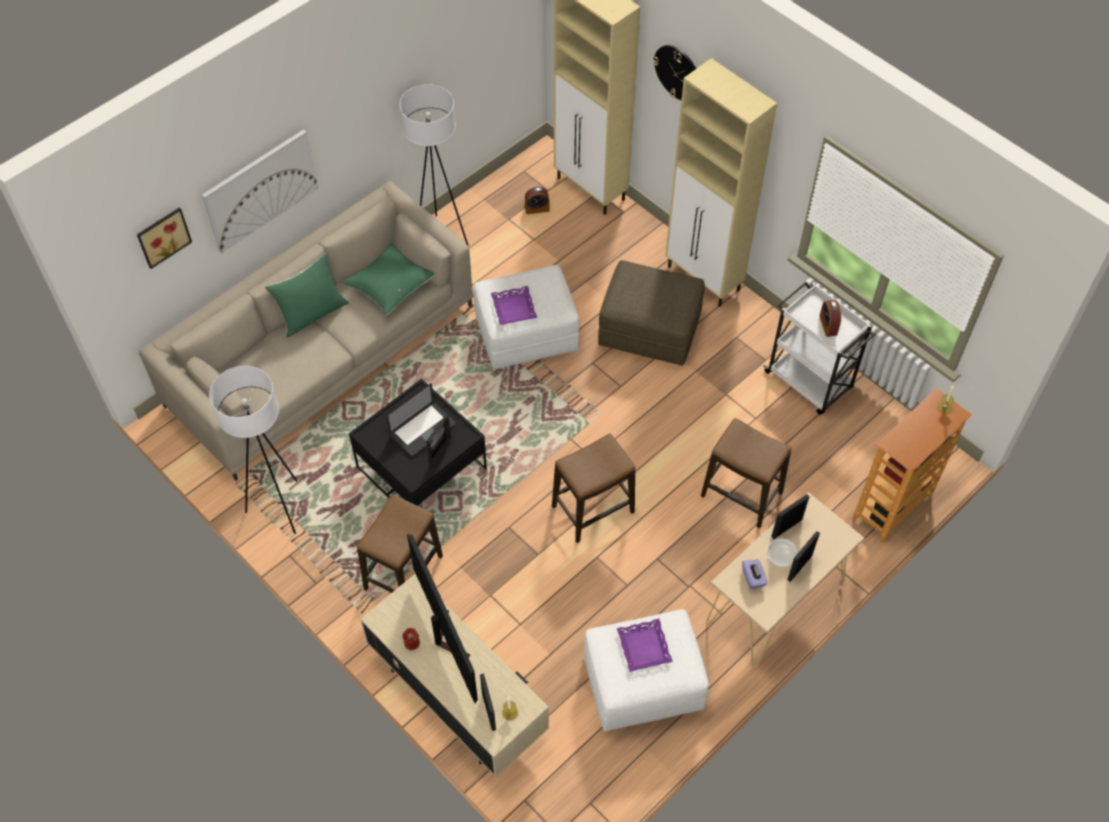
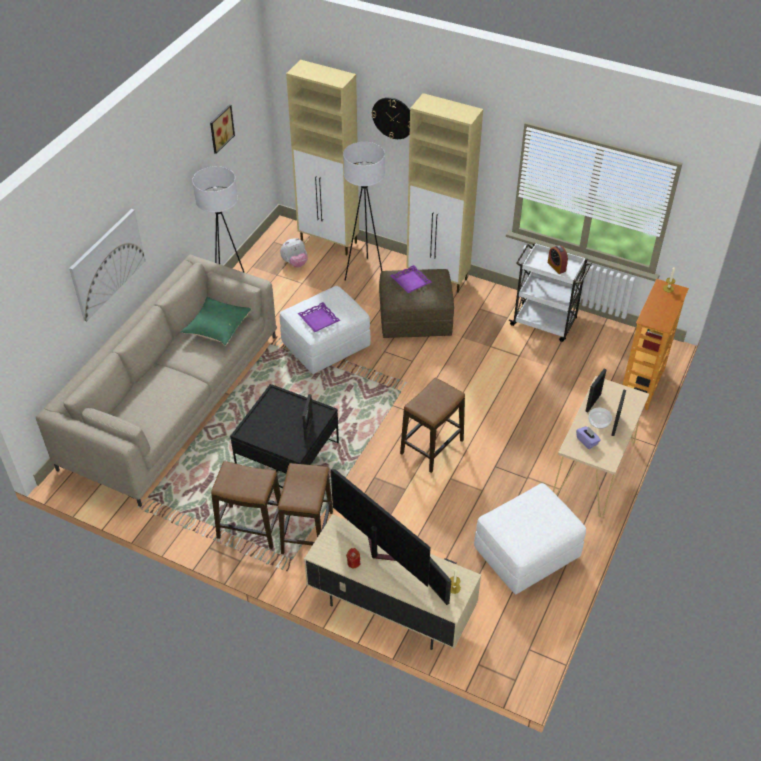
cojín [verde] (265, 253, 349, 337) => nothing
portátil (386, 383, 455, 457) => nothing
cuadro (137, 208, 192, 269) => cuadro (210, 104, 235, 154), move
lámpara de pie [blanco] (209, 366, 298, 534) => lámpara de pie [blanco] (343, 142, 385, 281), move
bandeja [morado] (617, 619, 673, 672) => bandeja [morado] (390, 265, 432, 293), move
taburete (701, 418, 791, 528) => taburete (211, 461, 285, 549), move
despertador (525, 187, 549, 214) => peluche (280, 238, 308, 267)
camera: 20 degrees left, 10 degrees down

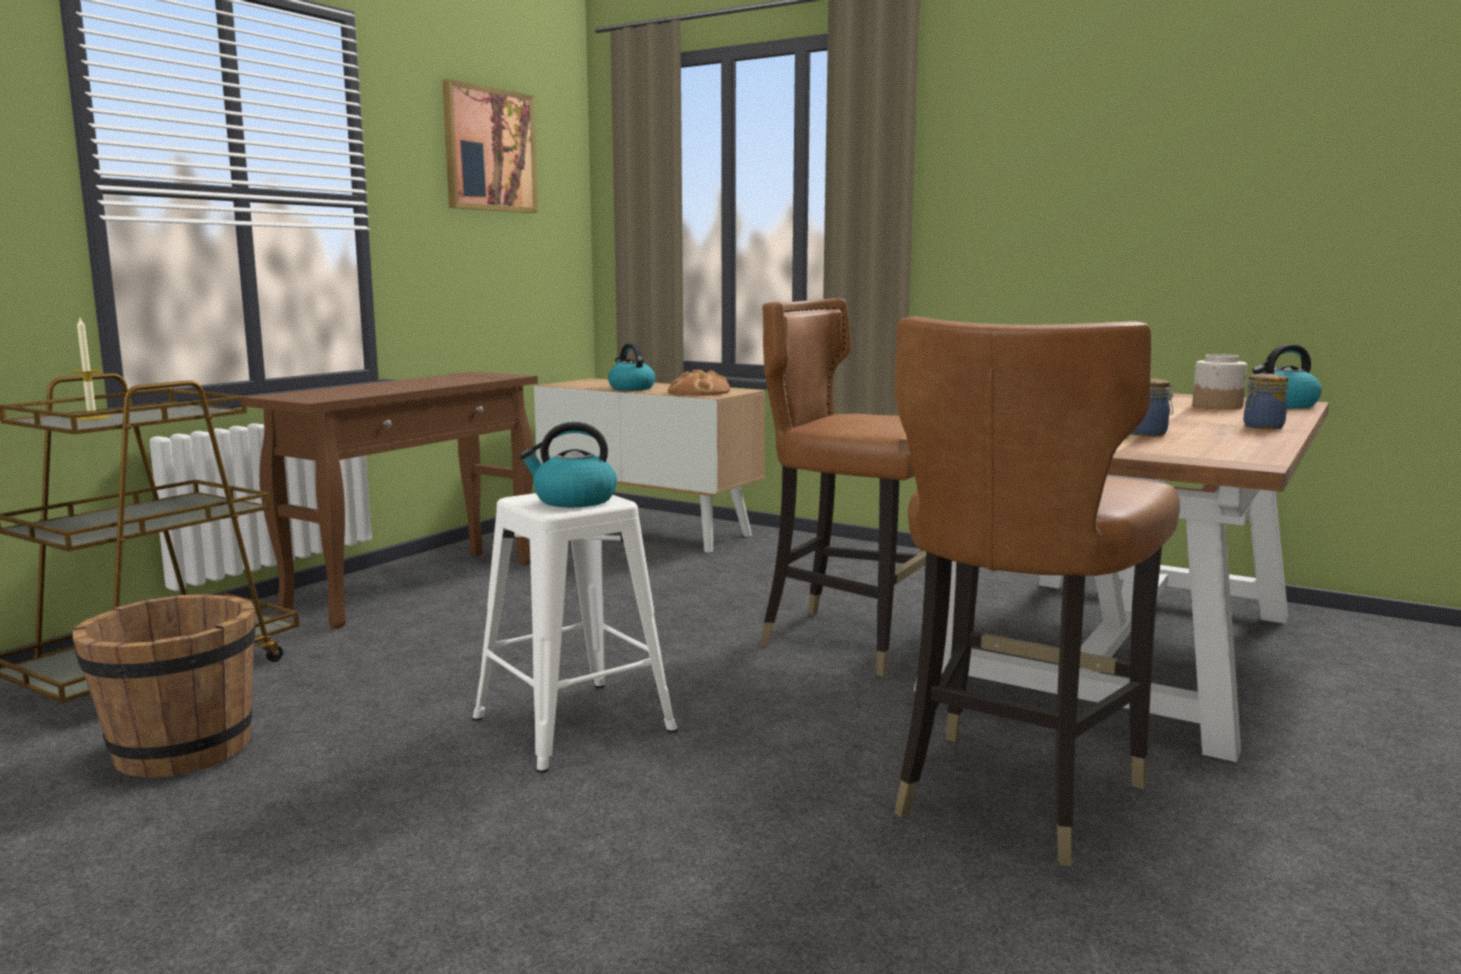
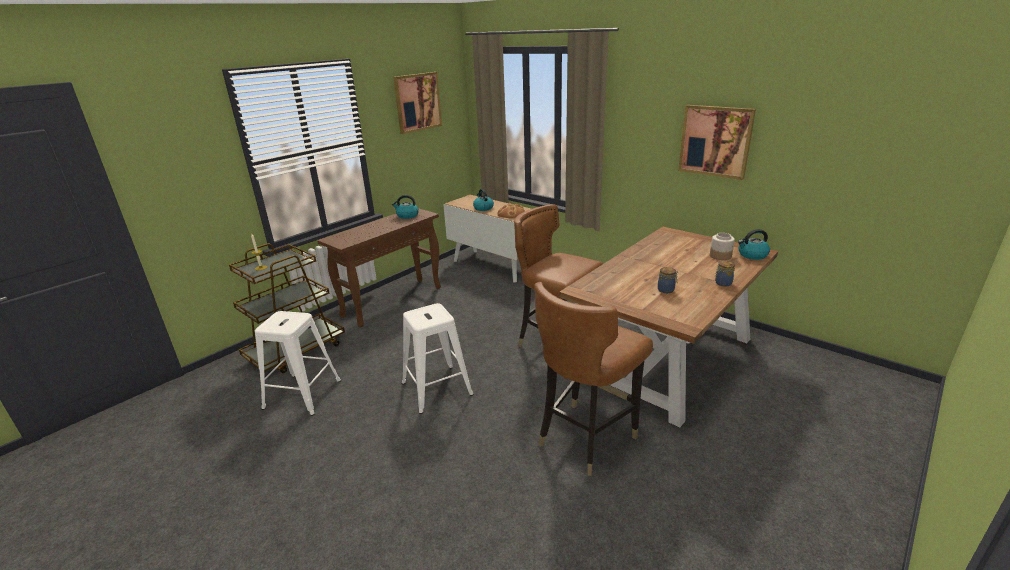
nothing => cuadro (678, 105, 756, 180)
hervidor (520, 422, 617, 507) => hervidor (392, 195, 419, 219), move
cubo [marrón] (73, 594, 256, 778) => taburete [blanco] (255, 311, 341, 416)
camera: 10 degrees right, 15 degrees up

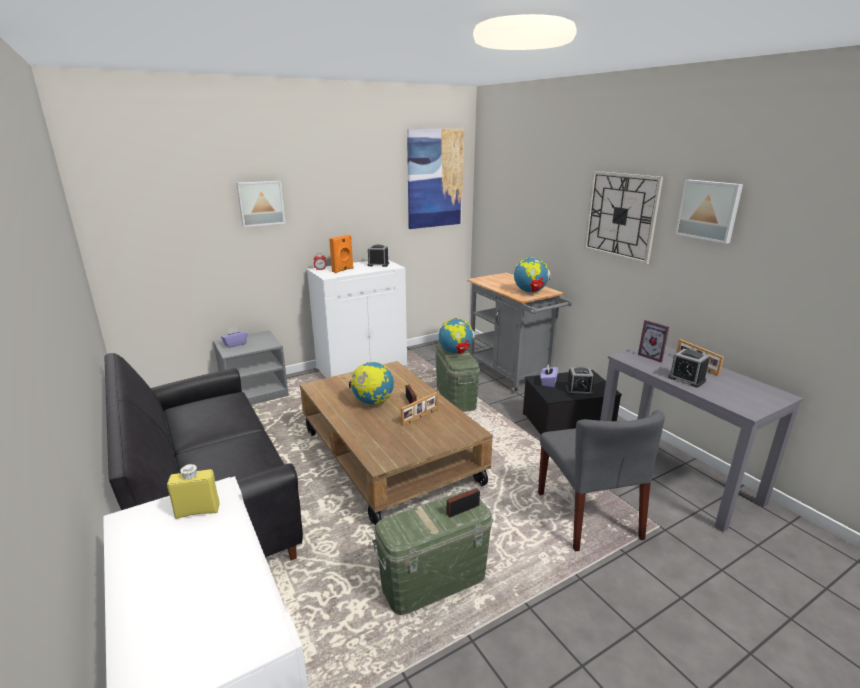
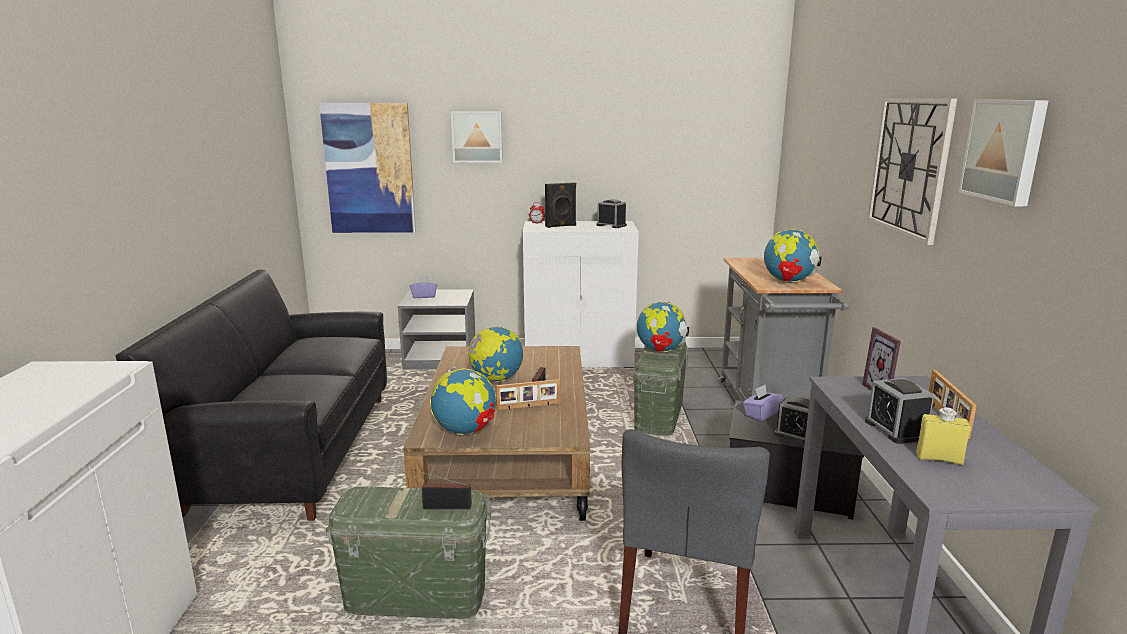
nothing => globo terráqueo (430, 367, 496, 435)
botella [amarillo] (167, 464, 220, 519) => botella [amarillo] (916, 407, 971, 465), move
cuadro (407, 129, 464, 229) => cuadro (319, 103, 416, 233), move
altavoz [naranja] (329, 235, 354, 273) => altavoz [negro] (545, 183, 576, 228)
camera: 30 degrees right, 5 degrees down

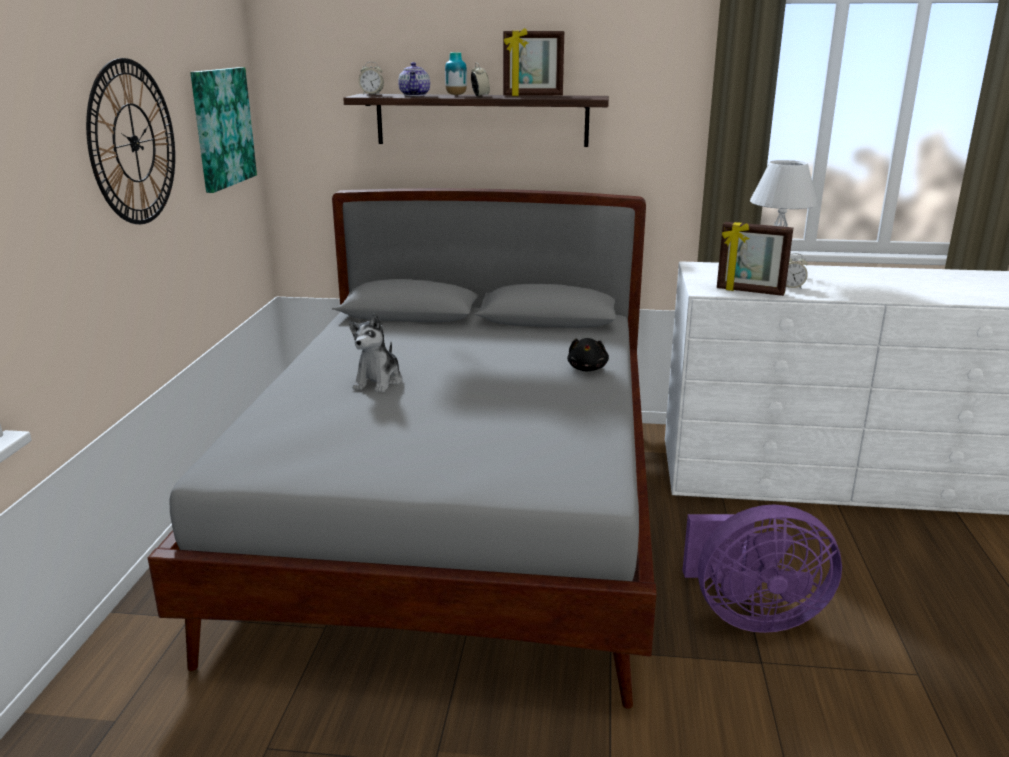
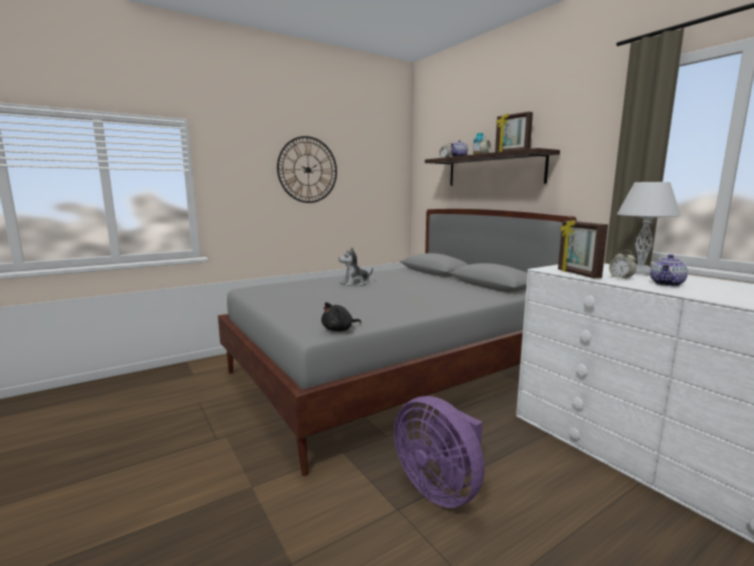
cuadro (190, 67, 257, 193) => nothing
nothing => tetera (650, 254, 688, 287)
peluche [negro] (567, 338, 609, 371) => peluche [negro] (321, 302, 361, 331), move
camera: 50 degrees right, 10 degrees down

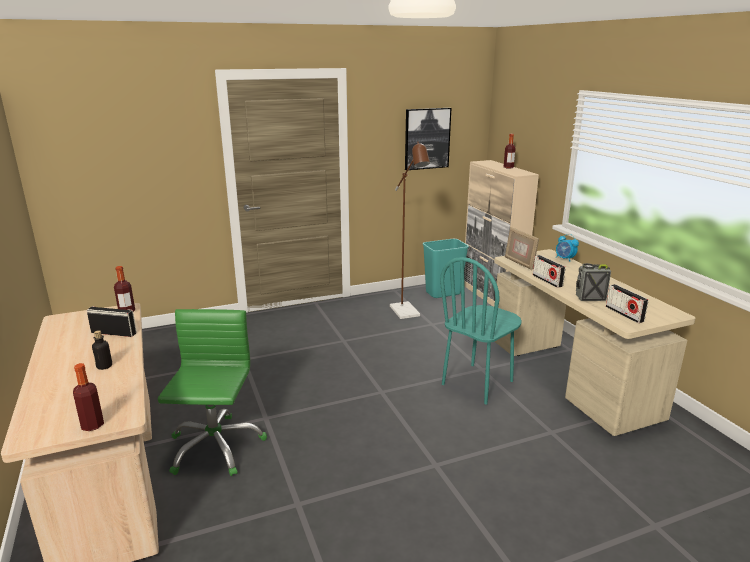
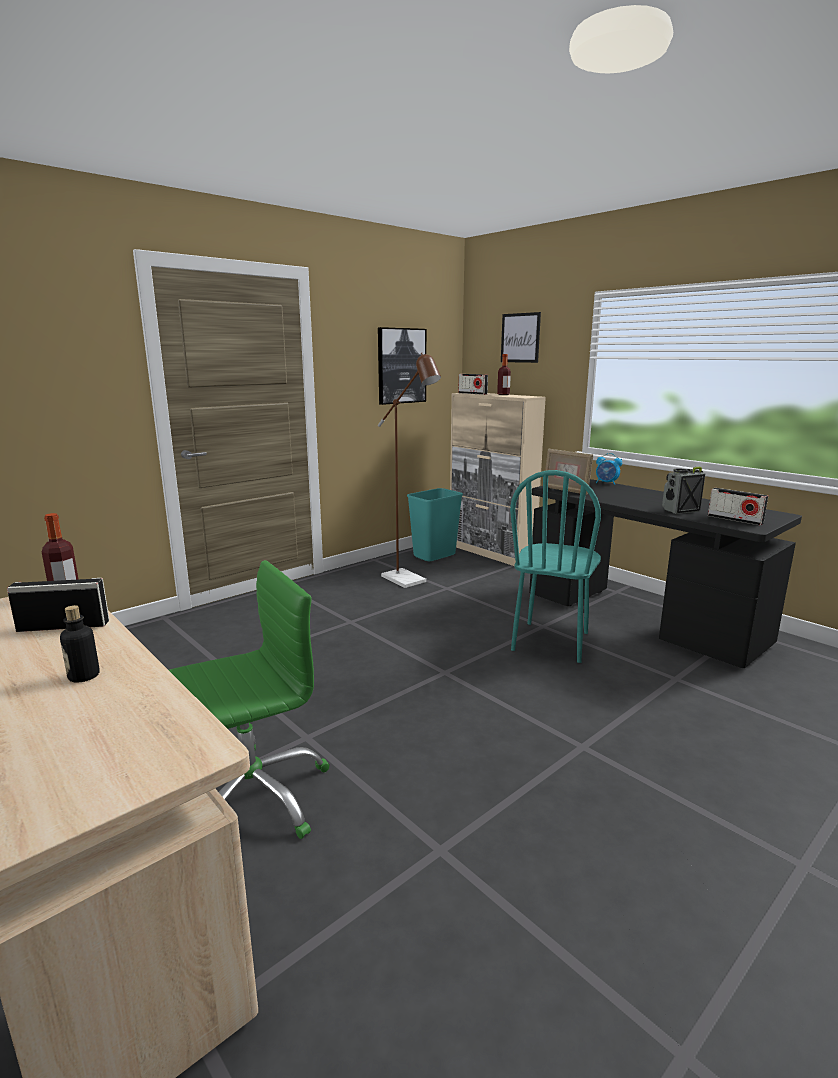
botella (73, 363, 104, 431) => nothing
nothing => cuadro (501, 312, 541, 363)
radio (533, 255, 565, 288) => radio (458, 374, 488, 395), move
escritorio [beis] (494, 249, 696, 436) => escritorio [negro] (529, 479, 802, 668)
silla de oficina [verde] (158, 309, 267, 476) => silla de oficina [verde] (169, 560, 330, 839), 75 degrees clockwise
camera: 20 degrees left, 5 degrees down

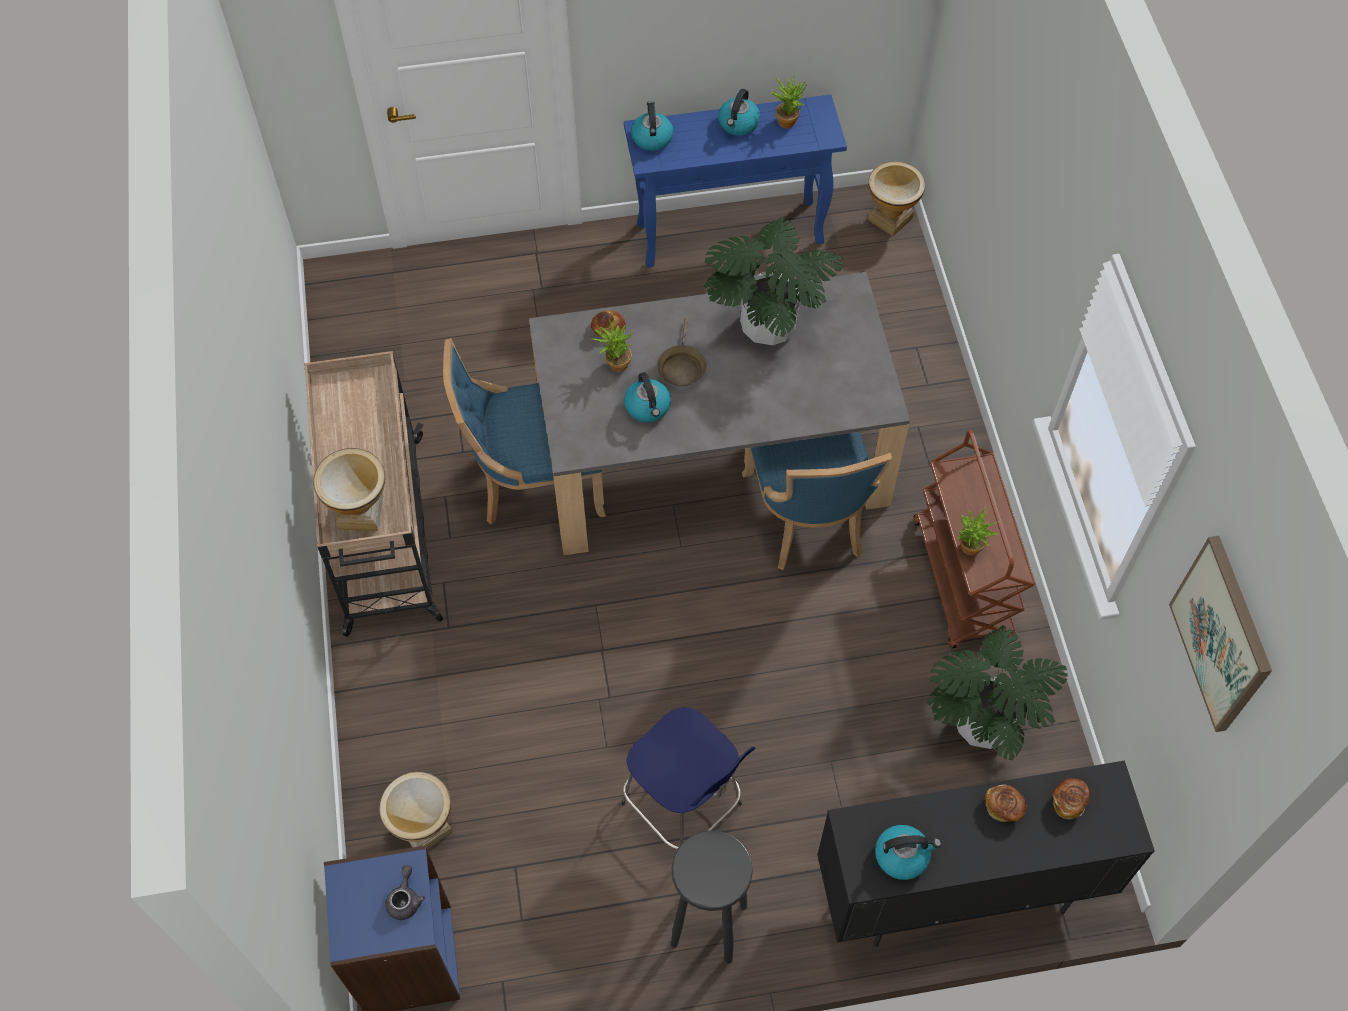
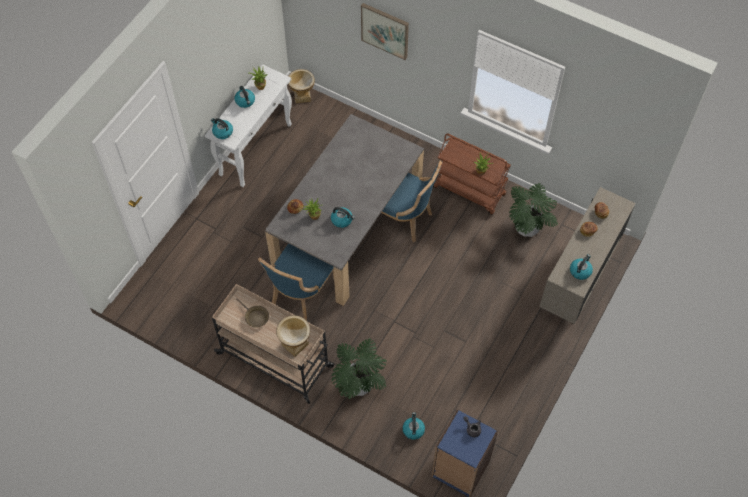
taburete [azul] (622, 707, 755, 849) => nothing
taburete [negro] (671, 830, 753, 964) => nothing
sartén [marrón] (657, 318, 707, 386) => sartén [marrón] (236, 298, 269, 327), move
planta en maceta (703, 218, 843, 345) => planta en maceta (332, 338, 387, 399), move
cuadro (1169, 536, 1272, 732) => cuadro (361, 3, 409, 60), move
florero (379, 771, 452, 849) => hervidor (402, 412, 425, 440)
mesa consola [azul] (624, 95, 847, 267) => mesa consola [blanco] (205, 64, 292, 187)
armario [negro] (817, 760, 1155, 947) => armario [beis] (539, 187, 636, 324)
camera: 50 degrees left, 0 degrees up

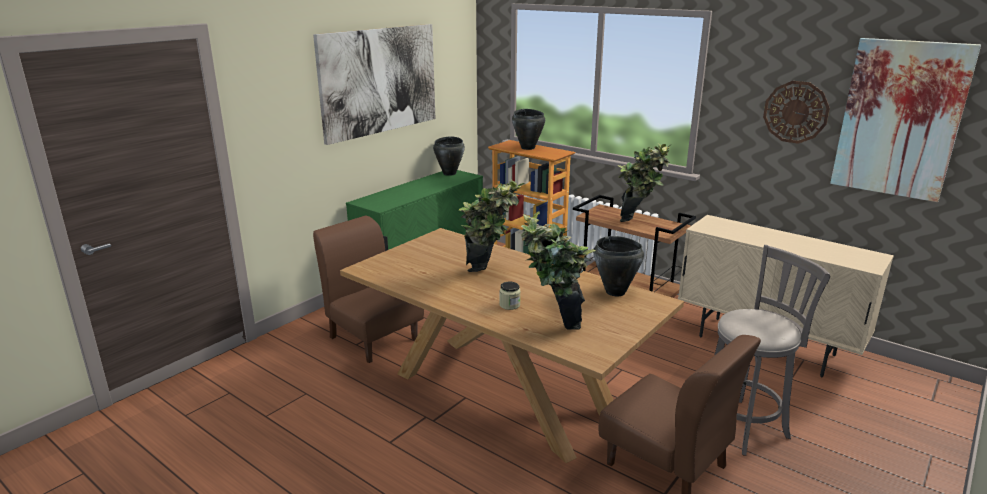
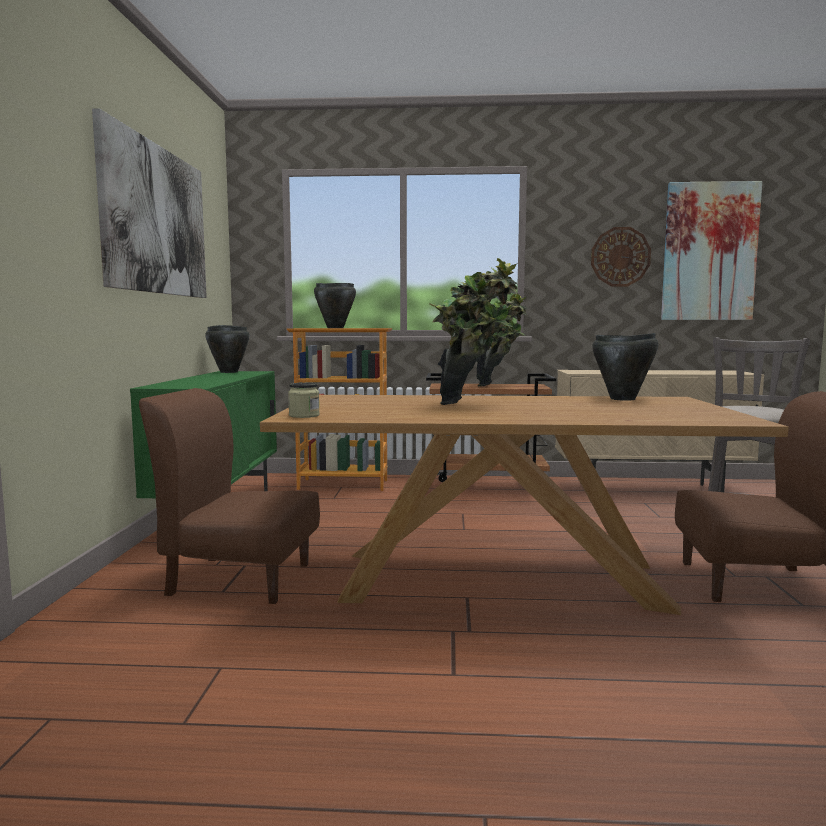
planta en maceta (521, 211, 595, 330) => nothing
tarro (499, 282, 521, 310) => tarro (288, 383, 320, 418), move
camera: 35 degrees left, 15 degrees down

